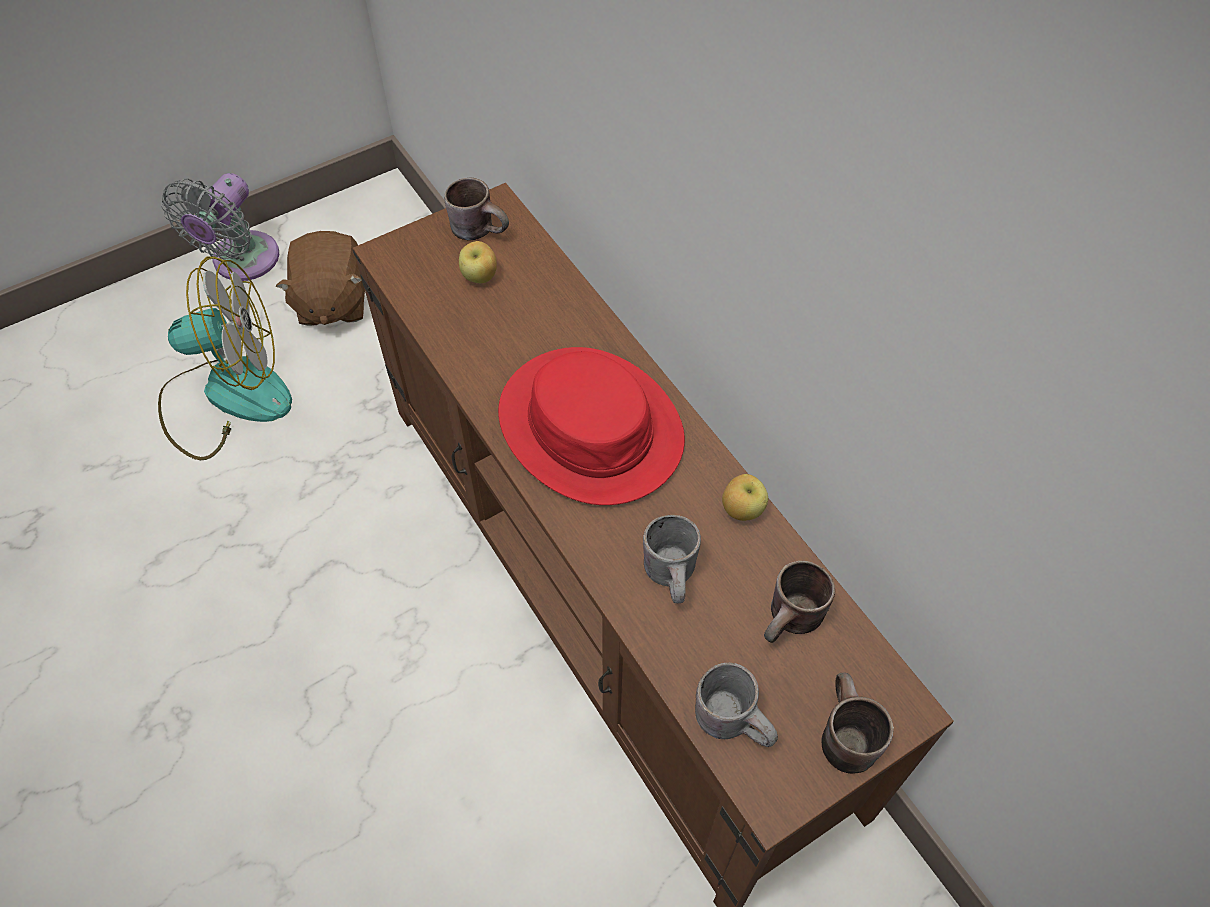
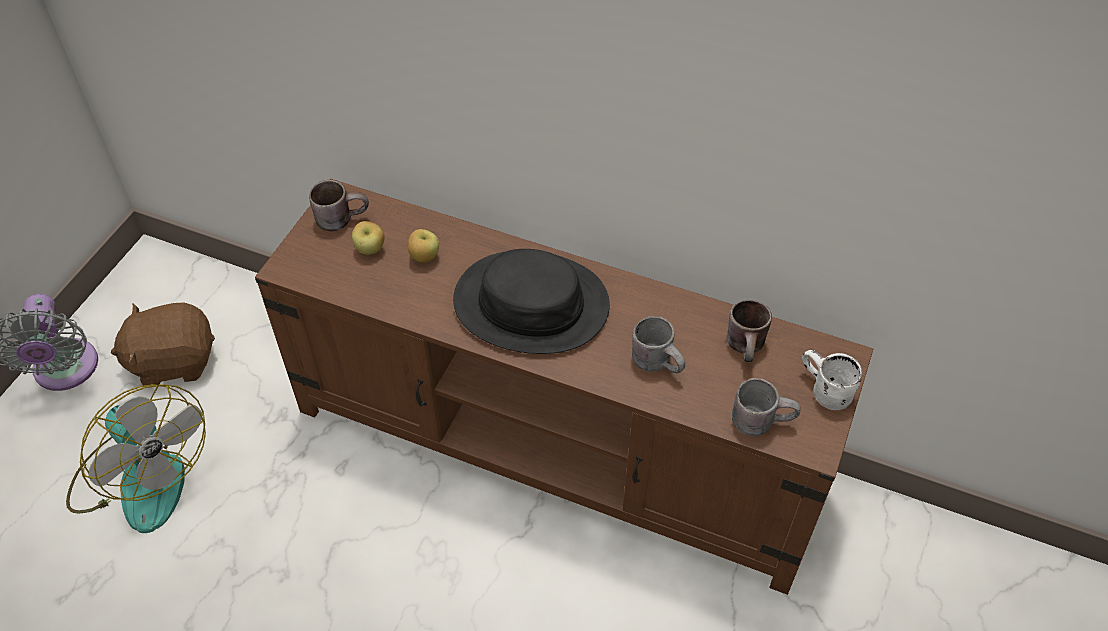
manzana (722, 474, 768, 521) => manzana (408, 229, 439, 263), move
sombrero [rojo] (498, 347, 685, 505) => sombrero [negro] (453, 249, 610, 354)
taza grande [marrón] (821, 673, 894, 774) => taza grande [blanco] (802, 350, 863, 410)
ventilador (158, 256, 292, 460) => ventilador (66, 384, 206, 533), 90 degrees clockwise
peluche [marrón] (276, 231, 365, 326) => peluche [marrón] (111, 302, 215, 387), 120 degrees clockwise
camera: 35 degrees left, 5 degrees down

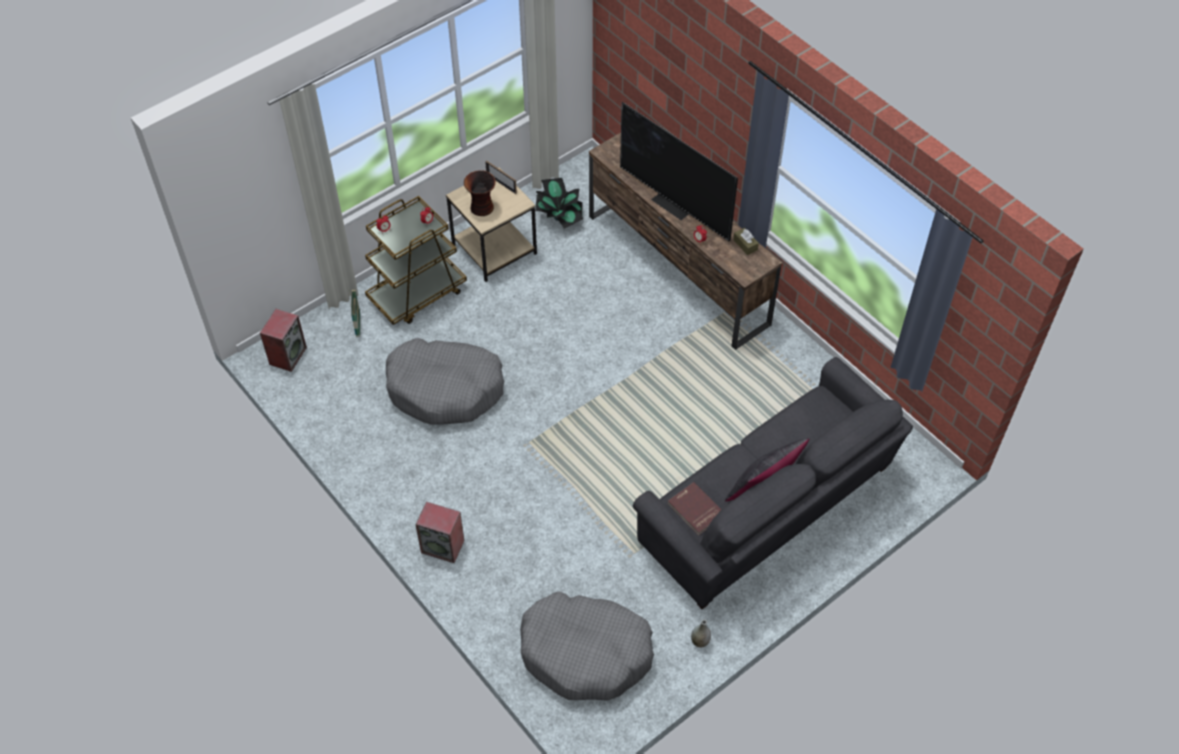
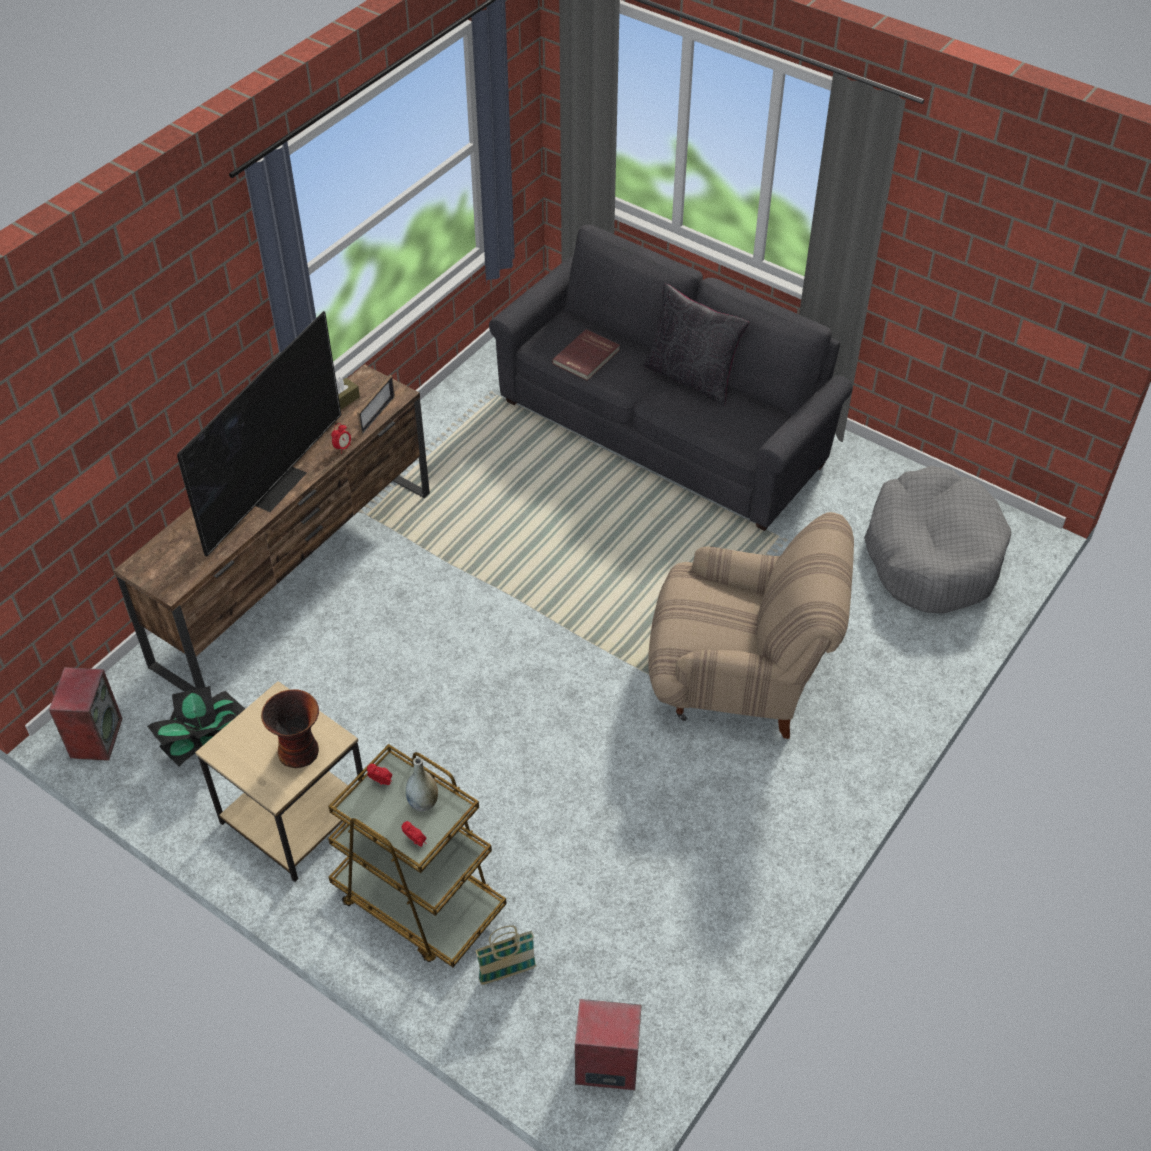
cama para perro [gris] (386, 338, 504, 425) => nothing
nothing => sillón [beis] (648, 512, 854, 739)
altavoz (415, 502, 464, 563) => altavoz (49, 667, 123, 761), move
portarretratos (485, 160, 517, 194) => portarretratos (357, 375, 395, 435), move
libro [rojo] (667, 482, 722, 535) => libro [rojo] (552, 329, 620, 381), move
florero [gris] (691, 620, 711, 648) => florero [gris] (406, 757, 438, 811), move
camera: 105 degrees left, 5 degrees down

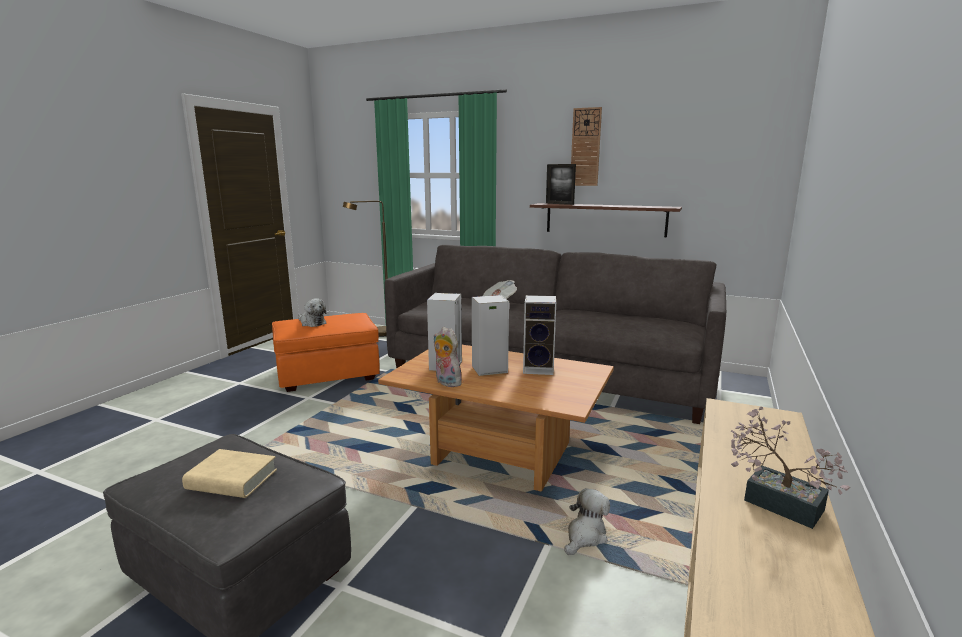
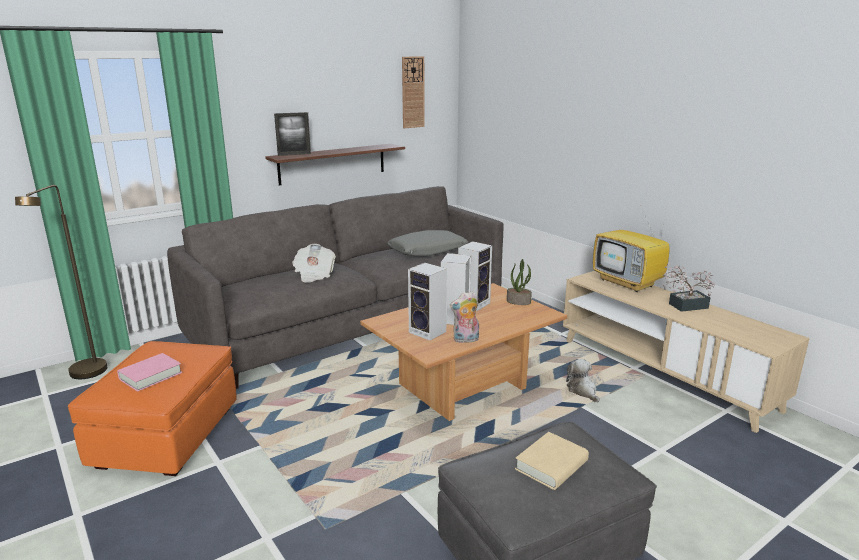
nothing => cojín [gris] (387, 230, 468, 257)
nothing => planta en maceta (507, 259, 532, 305)
nothing => televisor (593, 211, 670, 292)
reloj de pared (571, 107, 602, 186) => reloj de pared (402, 56, 425, 128), move
peluche (298, 298, 327, 327) => libro [rosa] (117, 353, 182, 392)
camera: 60 degrees left, 5 degrees up

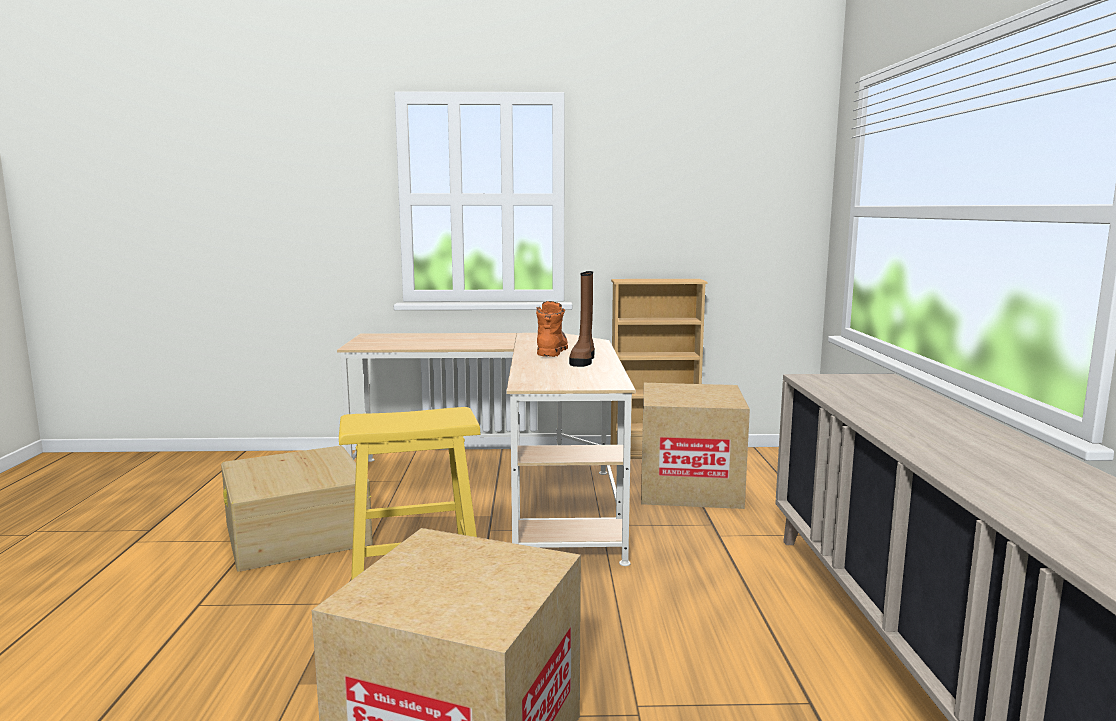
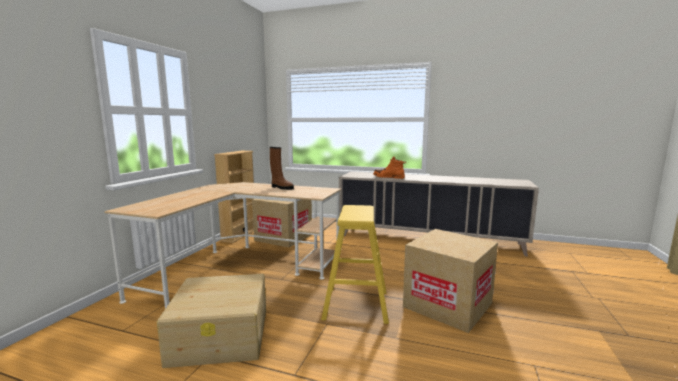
bota [naranja] (536, 301, 568, 357) => bota [naranja] (373, 156, 406, 179), move
camera: 70 degrees left, 0 degrees up

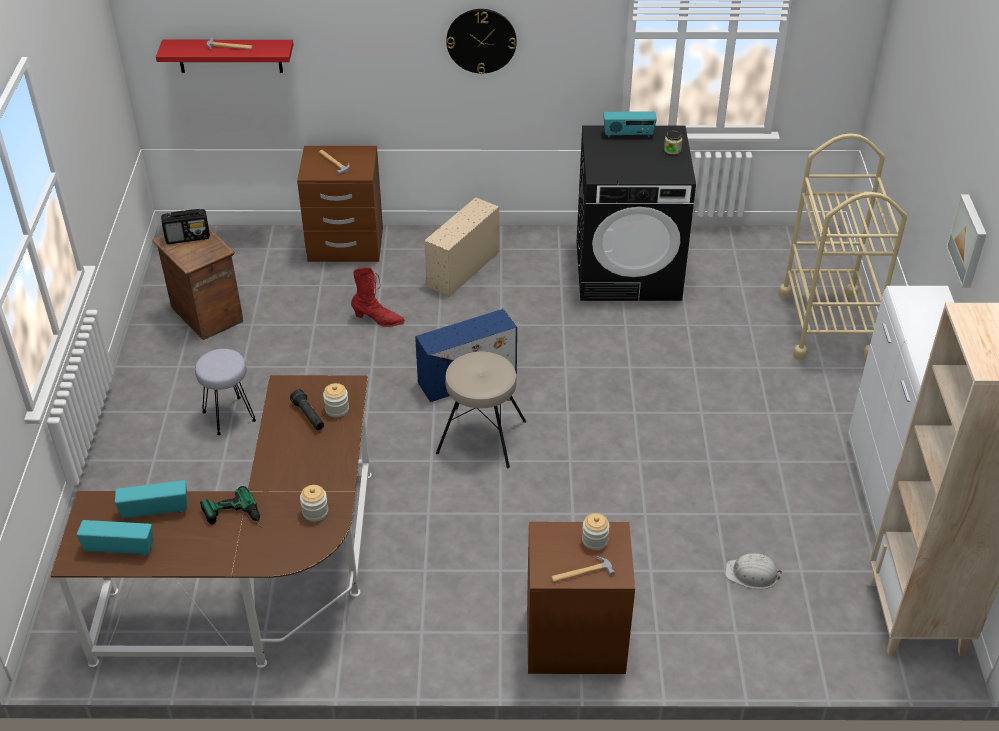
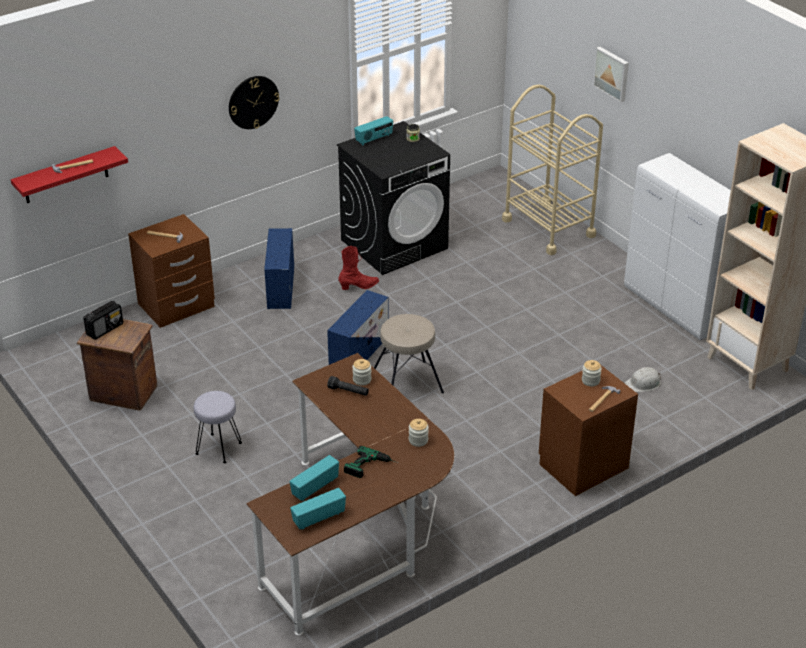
bota [rojo] (351, 267, 405, 327) => bota [rojo] (338, 246, 379, 290), move
cuadro (946, 194, 987, 288) => cuadro (593, 47, 629, 102), move
caja de almacenaje [beis] (424, 197, 499, 297) => caja de almacenaje [azul] (264, 228, 294, 309)
camera: 35 degrees left, 5 degrees down

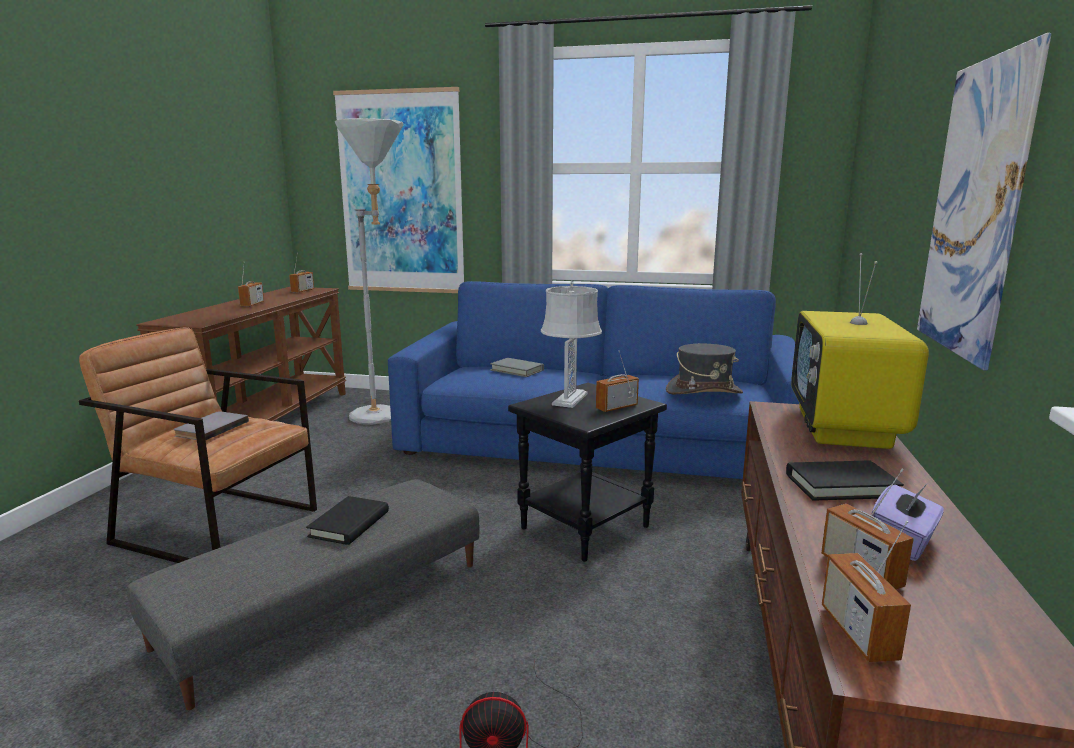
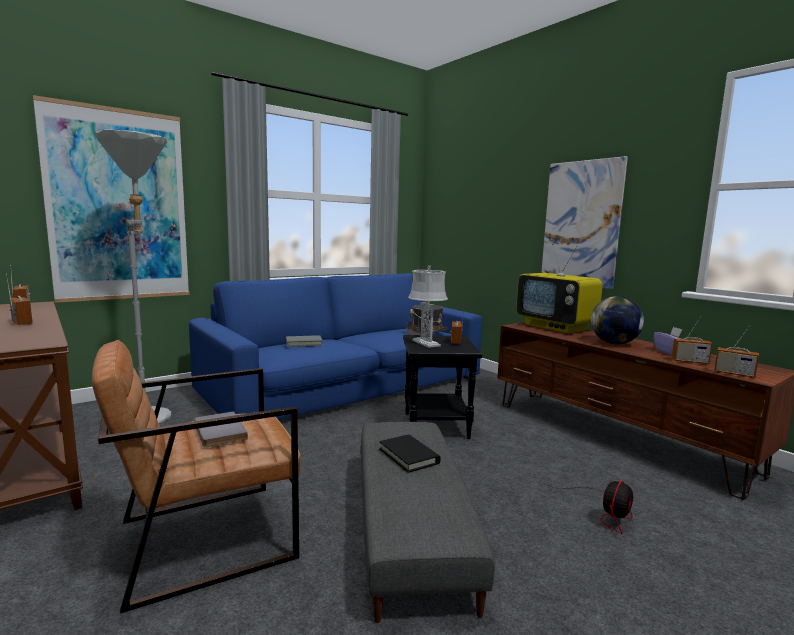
libro [negro] (786, 461, 904, 500) => globo terráqueo (591, 296, 644, 344)
camera: 50 degrees left, 5 degrees down

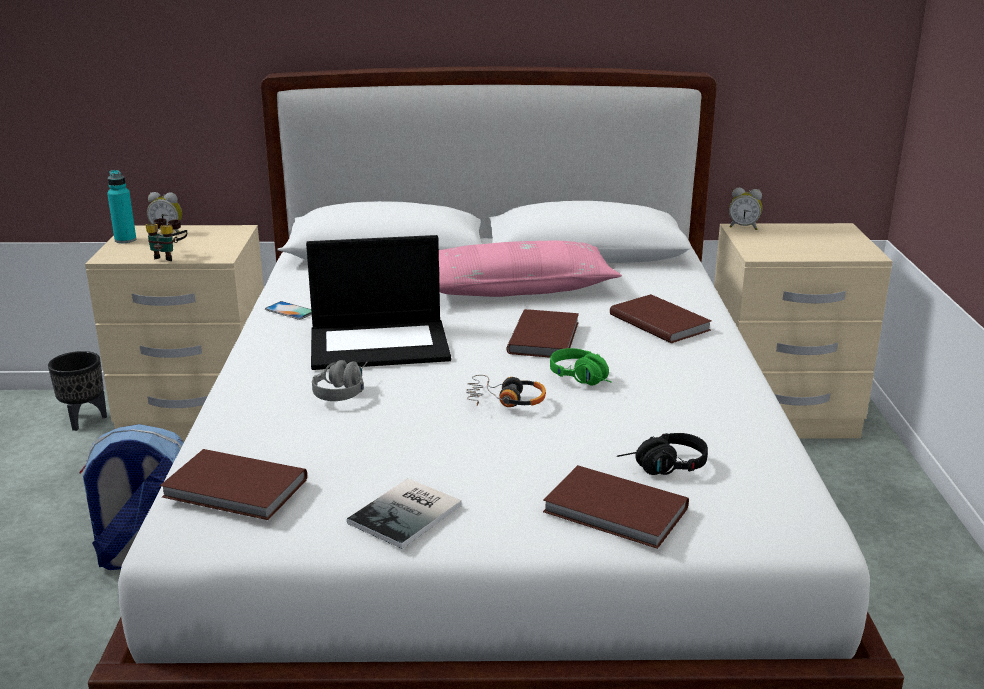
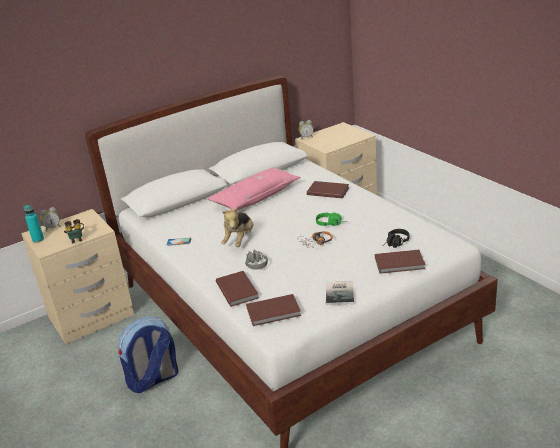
maceta [negro] (48, 351, 107, 431) => nothing
libro [marrón] (507, 309, 579, 358) => libro [marrón] (216, 271, 259, 307), move
portátil (306, 235, 451, 370) => peluche (221, 206, 254, 247)
camera: 30 degrees left, 5 degrees up

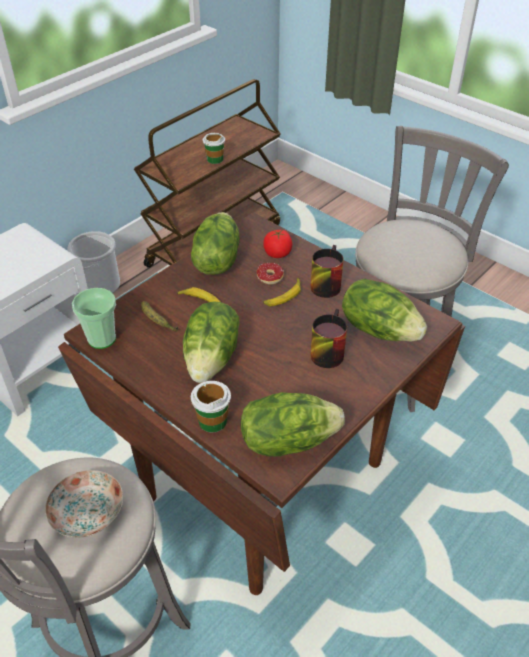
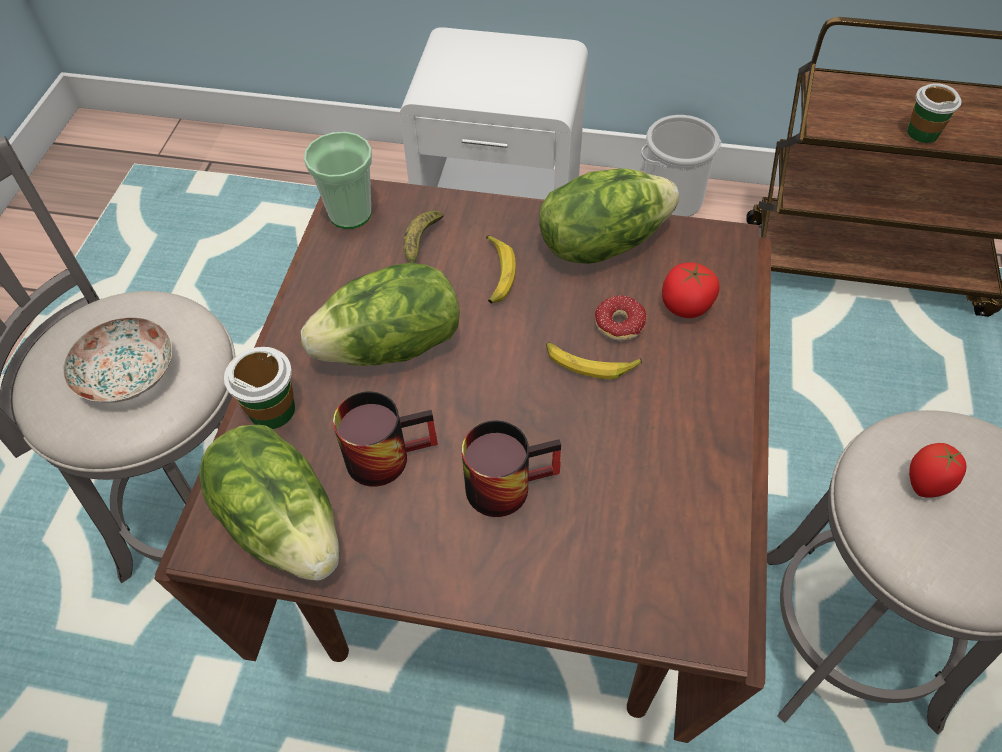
lechuga (342, 279, 427, 341) => nothing
nothing => tomate (909, 443, 966, 498)
taza grande (310, 245, 344, 298) => taza grande (333, 391, 438, 487), move
camera: 60 degrees right, 10 degrees up

